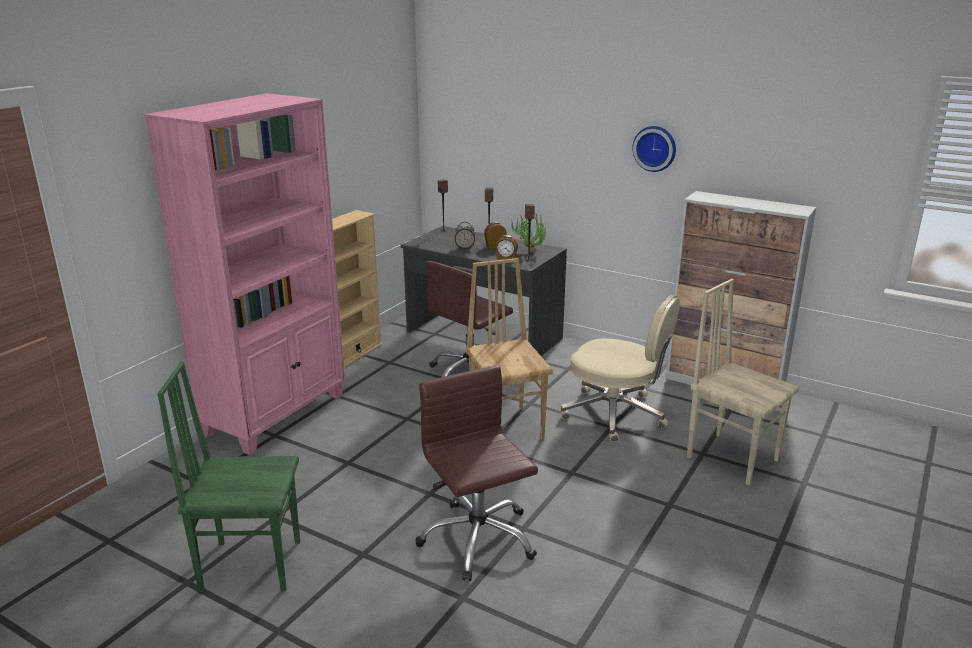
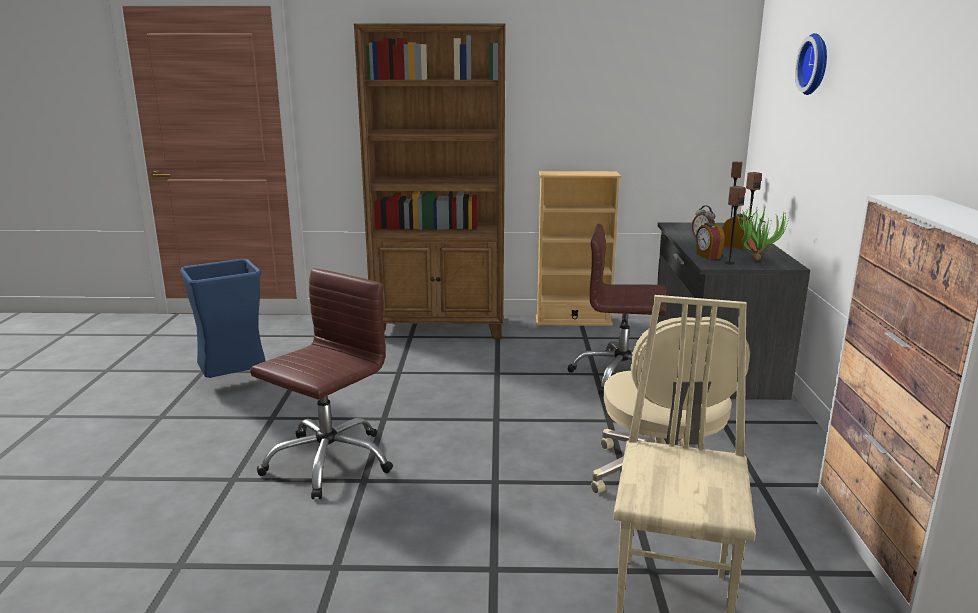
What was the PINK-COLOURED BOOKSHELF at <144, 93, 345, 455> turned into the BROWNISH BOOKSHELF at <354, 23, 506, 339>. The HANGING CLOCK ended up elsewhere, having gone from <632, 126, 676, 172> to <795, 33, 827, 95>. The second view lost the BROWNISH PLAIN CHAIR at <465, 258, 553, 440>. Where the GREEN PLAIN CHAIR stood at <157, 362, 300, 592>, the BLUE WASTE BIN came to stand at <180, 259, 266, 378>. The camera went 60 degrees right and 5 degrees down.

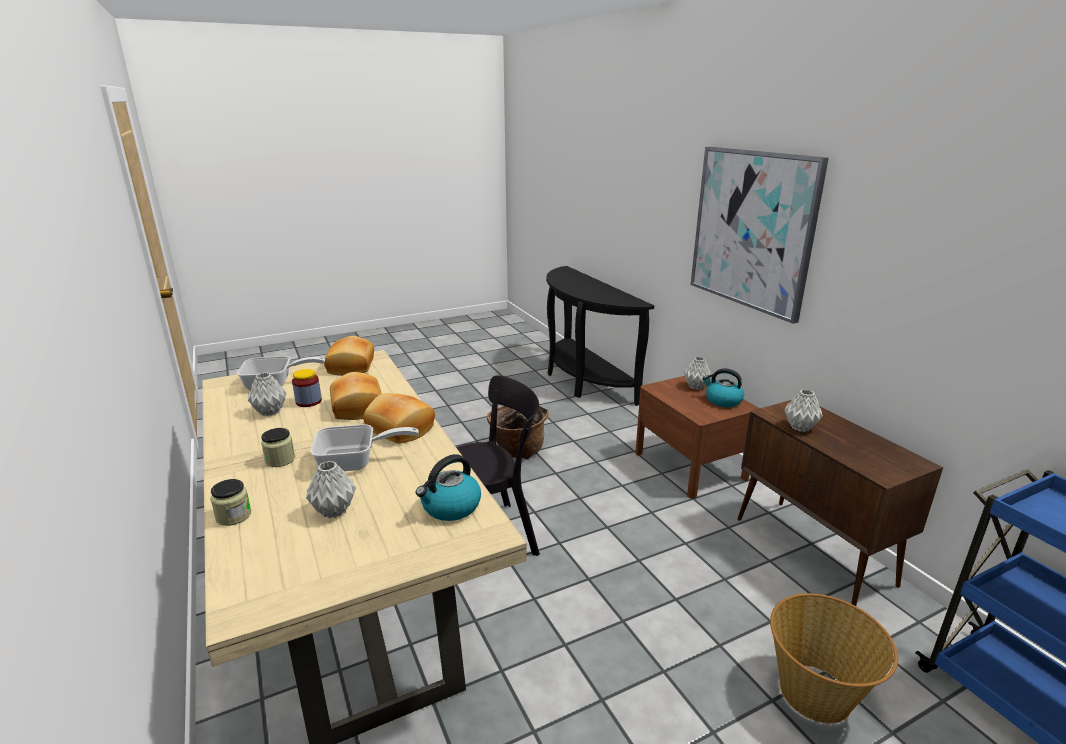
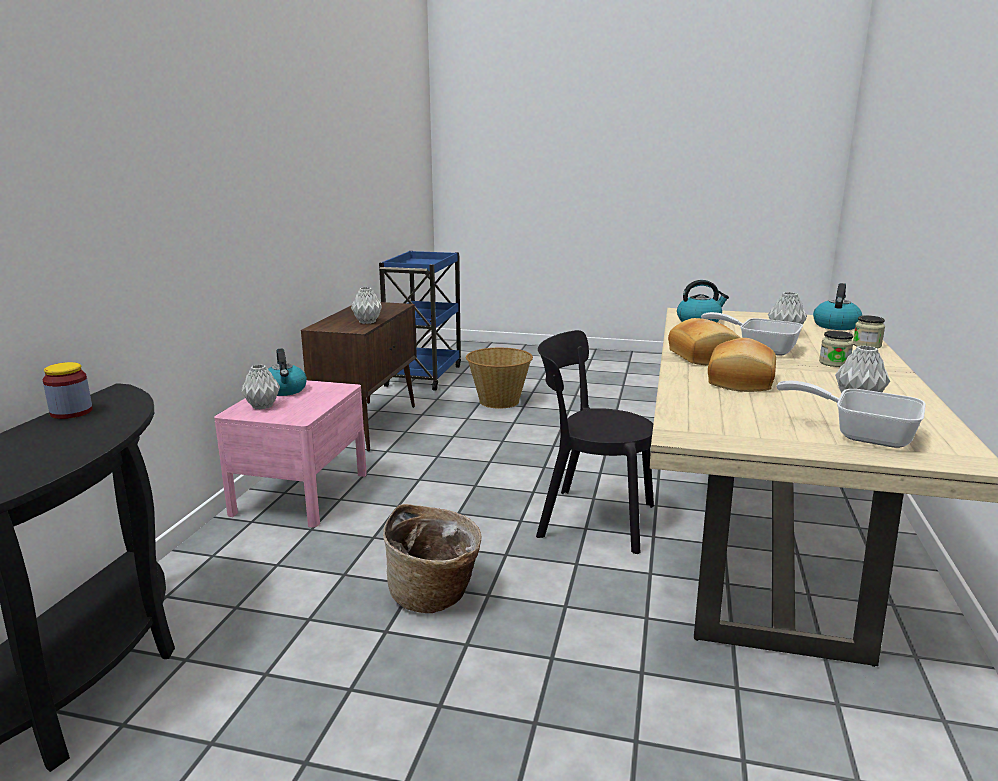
The second view lost the WALL PICTURE at <691, 147, 829, 324>. The second view lost the BAKED BREAD at <324, 336, 374, 376>. The STORAGE JAR ended up elsewhere, having gone from <292, 369, 322, 407> to <43, 362, 93, 419>. What was the BROWNISH NIGHT TABLE at <635, 376, 760, 499> turned into the PINK-COLOURED NIGHT TABLE at <214, 380, 367, 527>. The second view gained the WATER KETTLE at <813, 283, 863, 330>. The camera went 140 degrees left and 5 degrees down.

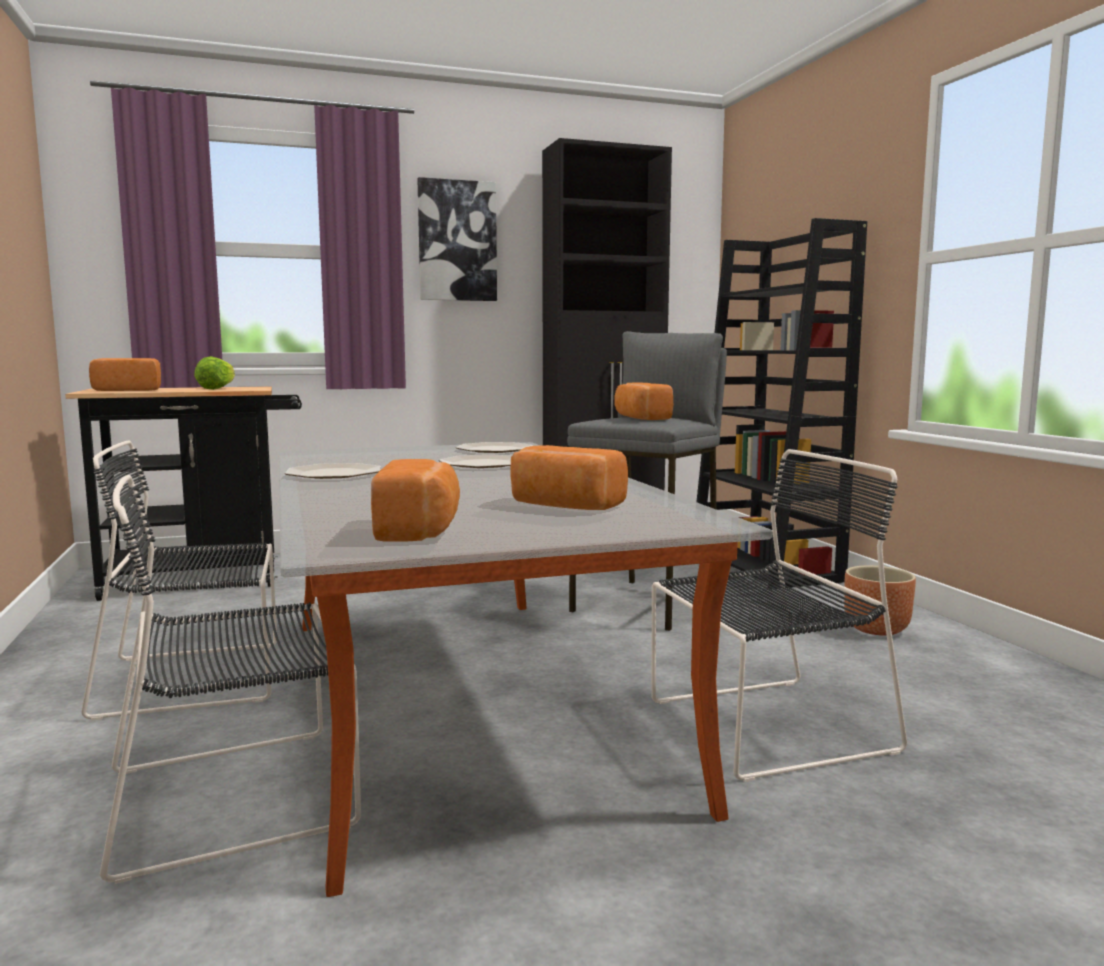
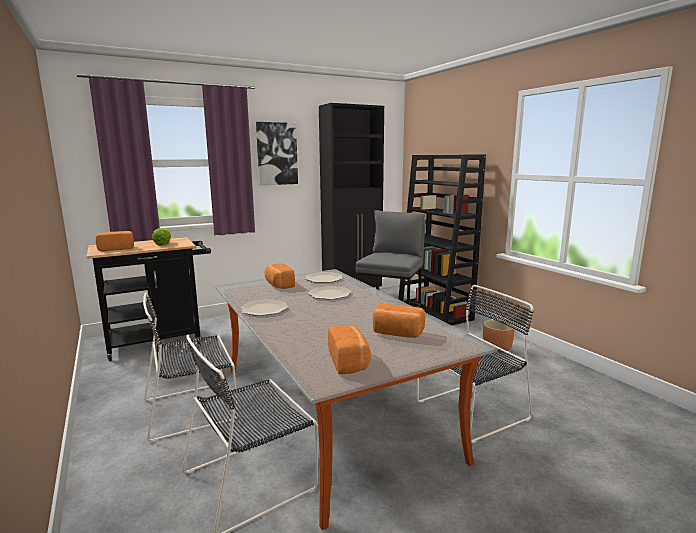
The BAKED BREAD ended up elsewhere, having gone from <615, 382, 673, 420> to <265, 263, 295, 289>. The camera went 10 degrees left and 5 degrees up.

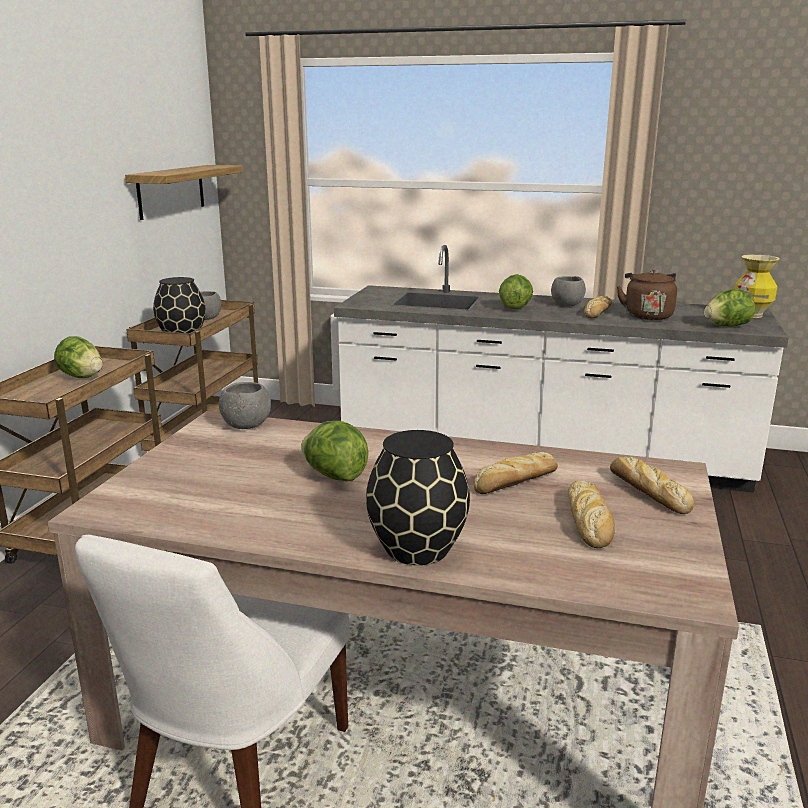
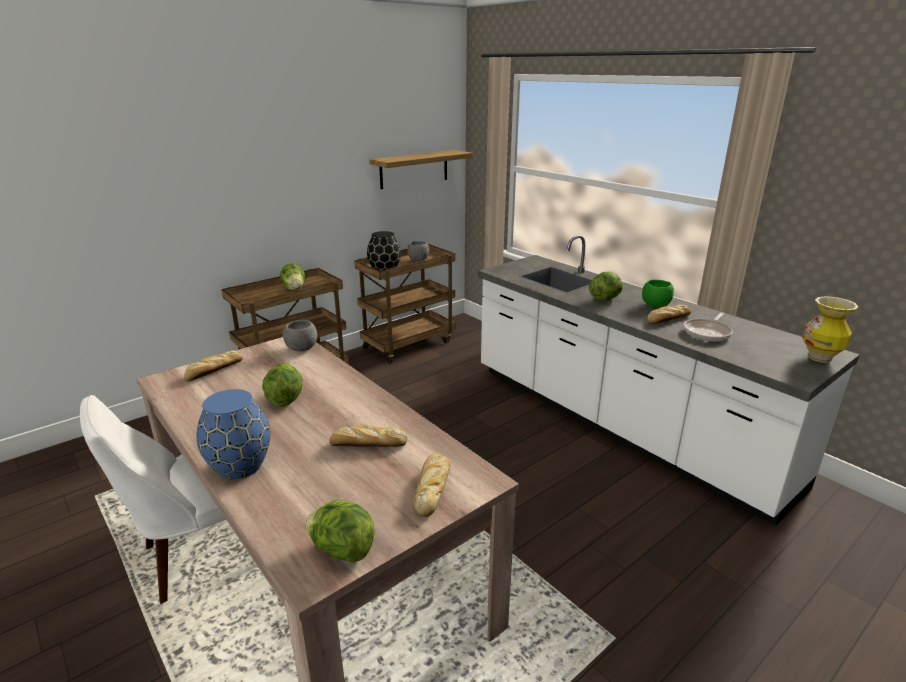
Where the BROWNISH WATER KETTLE stood at <617, 270, 677, 320>, the PAN came to stand at <684, 312, 733, 341>. What was the GREY DEEP DISH at <551, 276, 586, 307> turned into the GREEN DEEP DISH at <642, 280, 674, 308>. The LETTUCE HEAD ended up elsewhere, having gone from <704, 289, 755, 326> to <305, 500, 375, 563>. What was the BLACK VASE at <366, 430, 470, 565> turned into the BLUE VASE at <196, 389, 270, 480>. The BAKED BREAD ended up elsewhere, having gone from <568, 481, 615, 548> to <184, 350, 243, 382>. The camera went 35 degrees right and 5 degrees up.

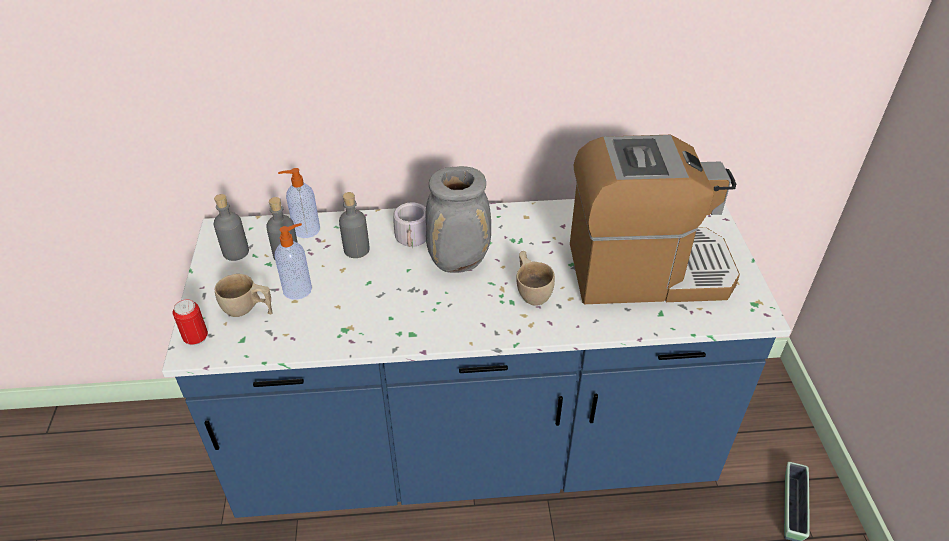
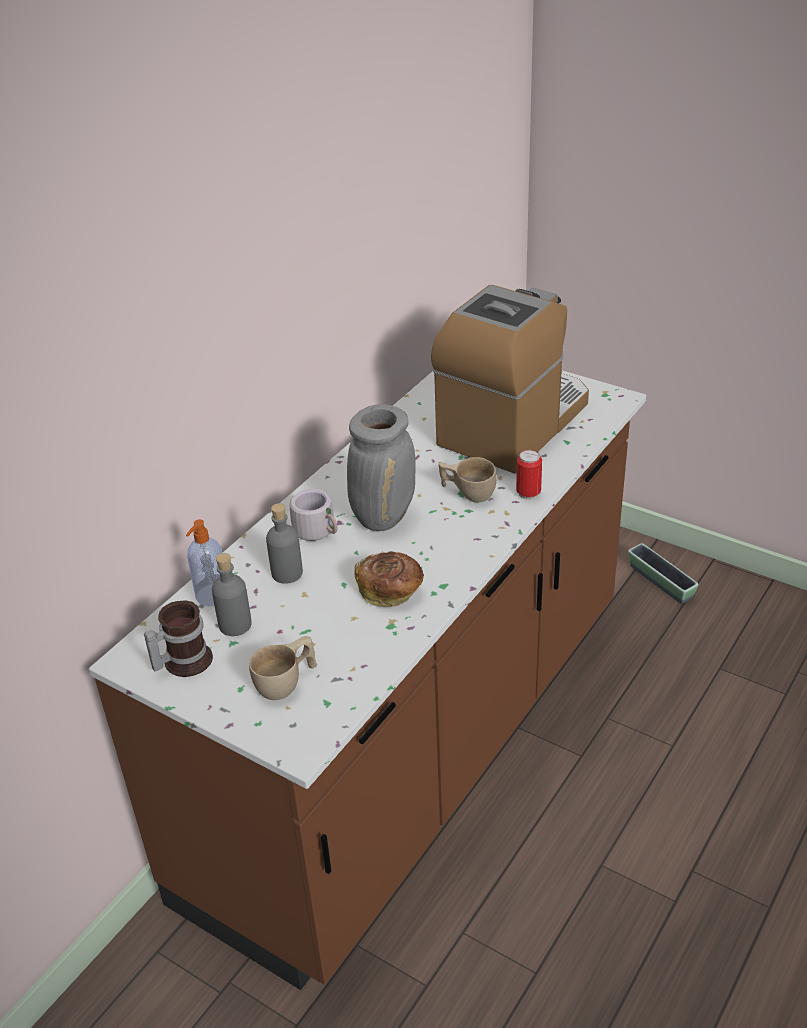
Where the GREY BEVERAGE BOTTLE stood at <214, 194, 249, 261>, the MUG came to stand at <144, 600, 213, 677>. What was the BLUE KITCHEN BASE UNIT at <162, 199, 791, 518> turned into the BROWNISH KITCHEN BASE UNIT at <89, 370, 646, 990>. The second view lost the SOAP BOTTLE at <275, 223, 312, 300>. The METAL CAN ended up elsewhere, having gone from <172, 299, 208, 346> to <516, 450, 542, 500>. The second view gained the BAKED BREAD at <354, 551, 424, 607>. The camera went 50 degrees left and 5 degrees down.

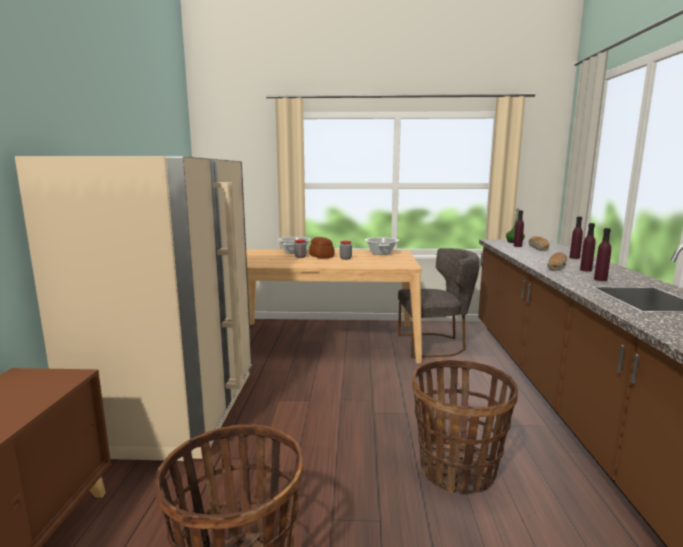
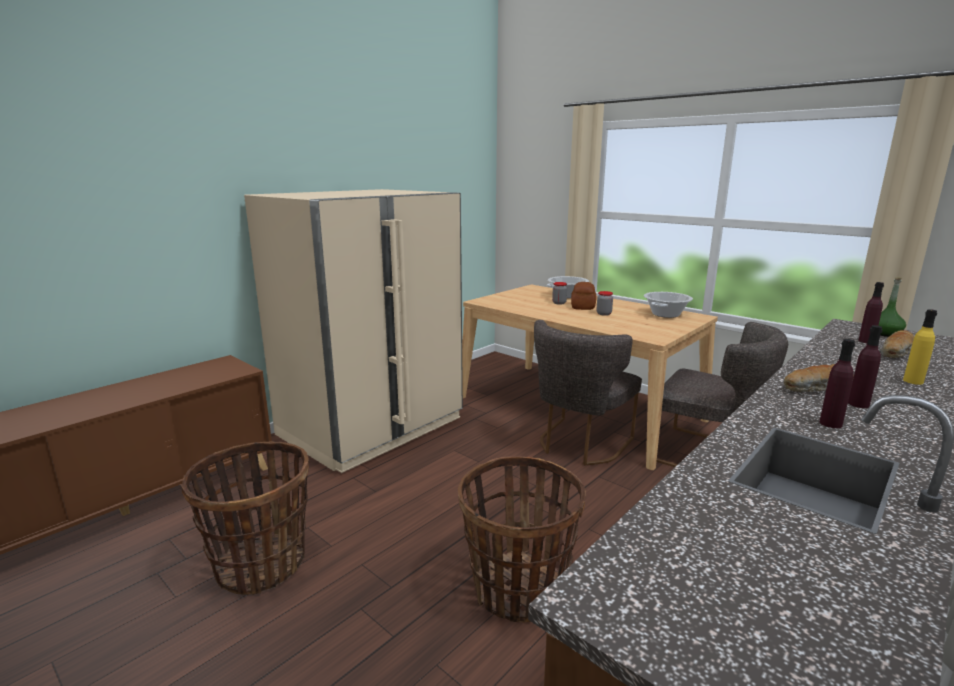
What was the PURPLE-COLOURED BEVERAGE BOTTLE at <569, 216, 583, 259> turned into the YELLOW-COLOURED BEVERAGE BOTTLE at <903, 309, 937, 385>. The second view gained the GREY PLAIN CHAIR at <534, 320, 642, 466>. The camera went 40 degrees right and 5 degrees up.

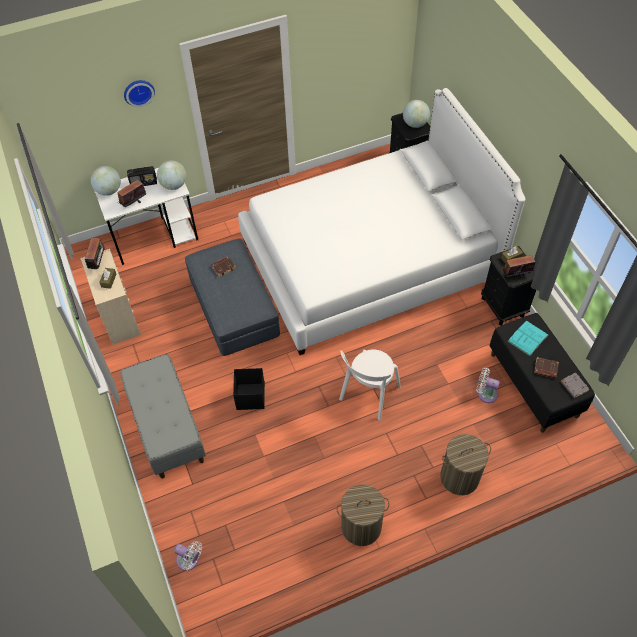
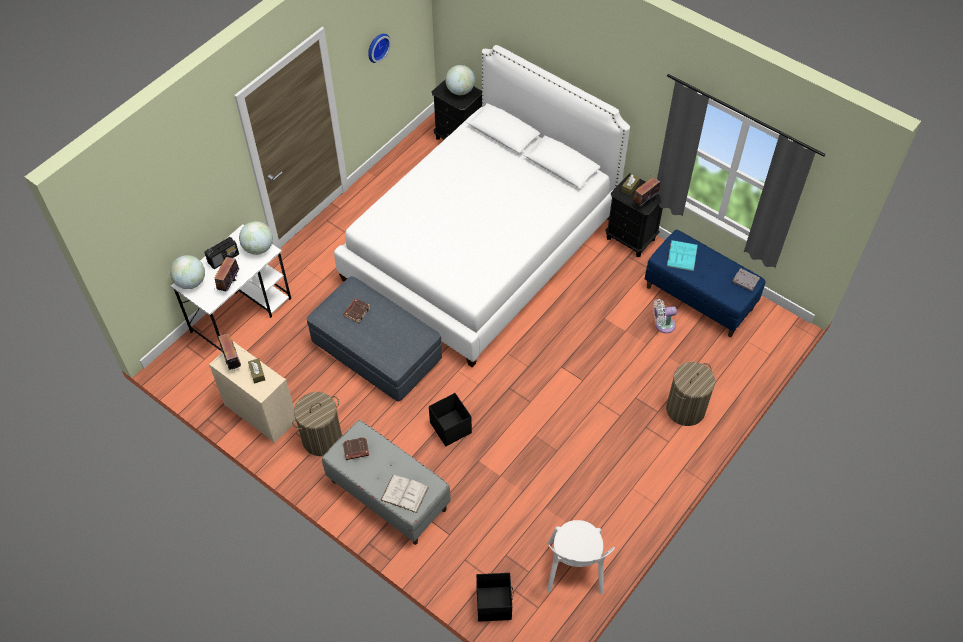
The HANGING CLOCK ended up elsewhere, having gone from <124, 80, 155, 107> to <368, 33, 391, 63>. What was the BLACK LONG SEAT at <490, 313, 595, 433> turned into the BLUE LONG SEAT at <645, 229, 765, 337>. The WHITE PLAIN CHAIR ended up elsewhere, having gone from <339, 349, 401, 421> to <547, 520, 615, 594>. The BROWNISH BOUND BOOK ended up elsewhere, having gone from <534, 357, 559, 378> to <343, 437, 369, 460>. The HAMPER ended up elsewhere, having gone from <336, 484, 390, 546> to <292, 392, 342, 456>. Where the WHITE COOLING FAN stood at <174, 541, 202, 571>, the BLACK STORAGE BOX came to stand at <476, 573, 513, 622>. The second view gained the WHITE BOUND BOOK at <380, 475, 429, 513>. The camera went 30 degrees left and 0 degrees up.

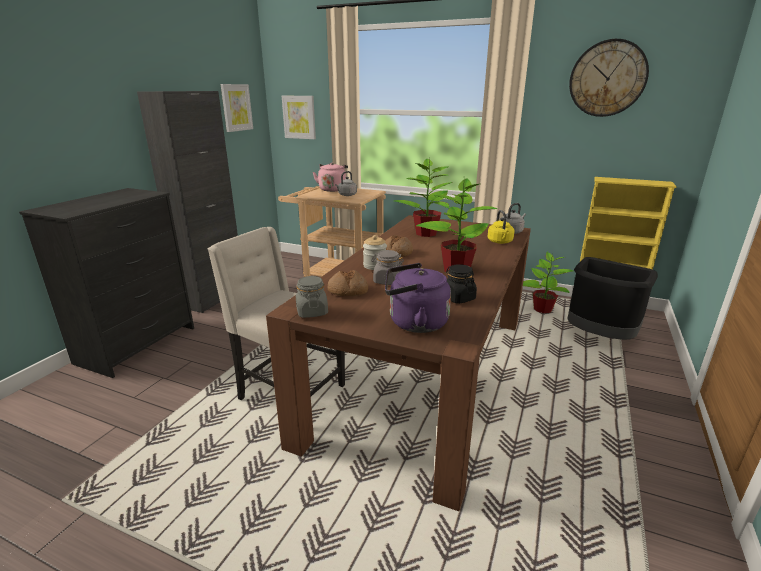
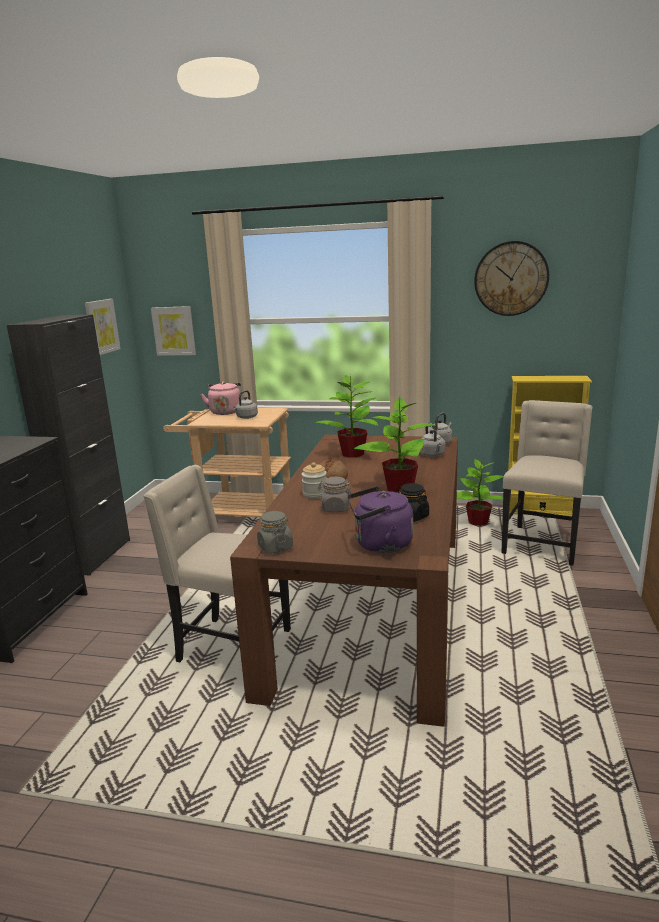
What was the YELLOW-COLOURED WATER KETTLE at <488, 210, 515, 244> turned into the GREY WATER KETTLE at <420, 422, 445, 457>. Where the BLACK WASTE BIN stood at <567, 257, 658, 340>, the BEIGE-COLOURED PLAIN CHAIR came to stand at <501, 400, 592, 566>. The second view lost the BAKED BREAD at <327, 270, 368, 296>. The camera went 10 degrees left and 5 degrees down.

